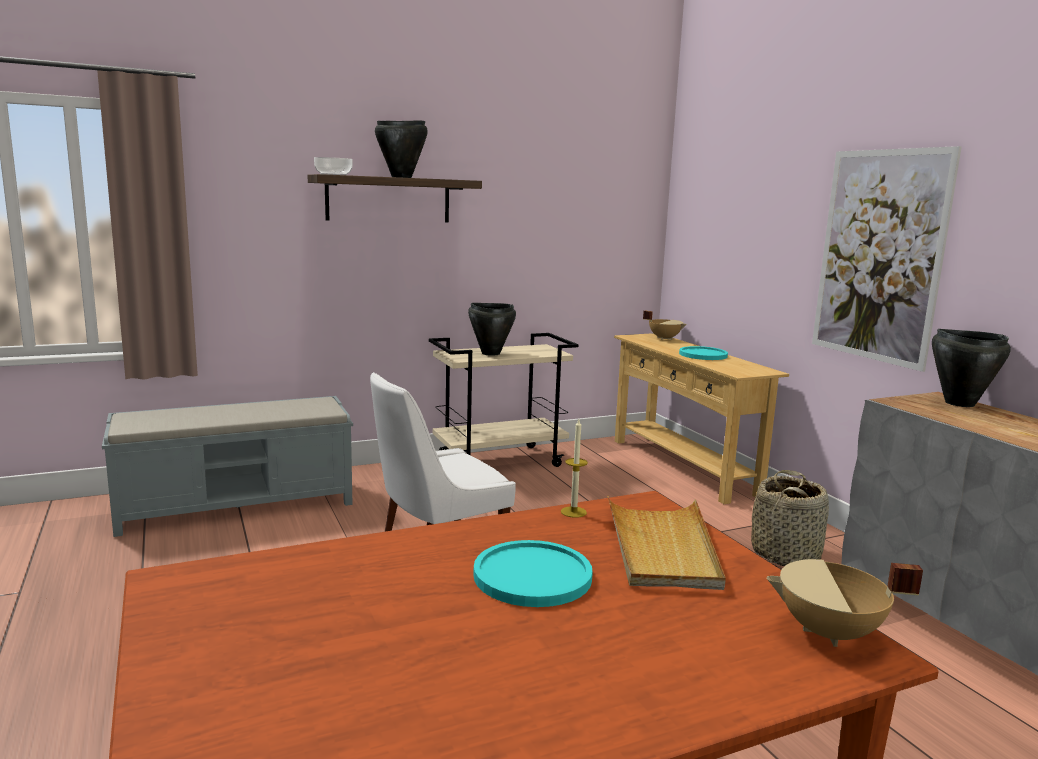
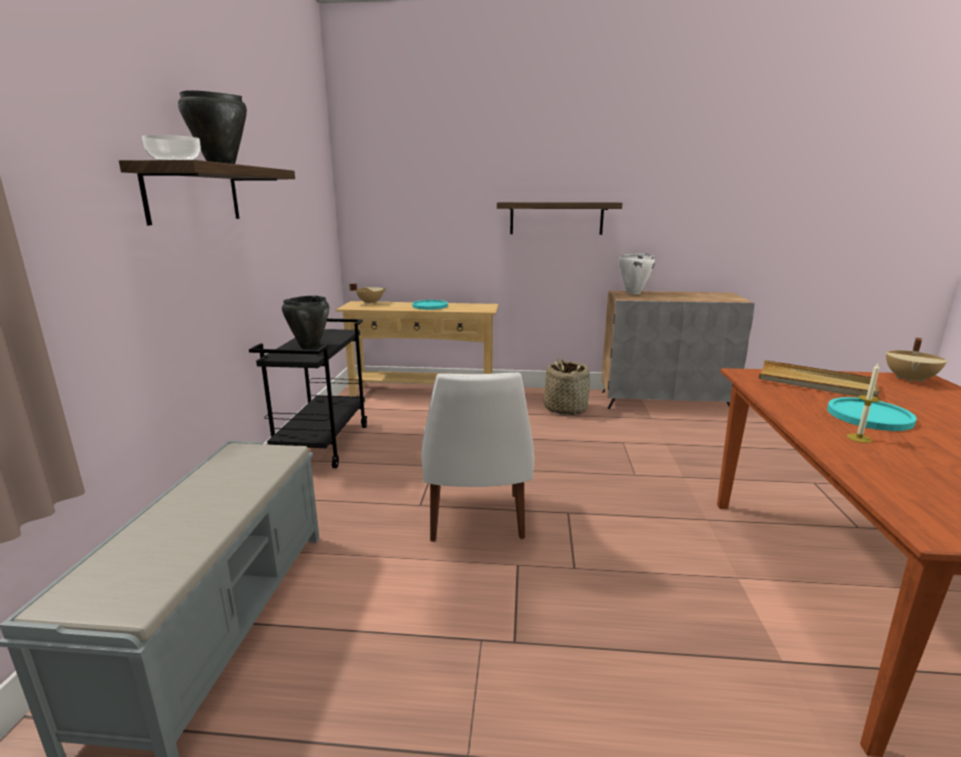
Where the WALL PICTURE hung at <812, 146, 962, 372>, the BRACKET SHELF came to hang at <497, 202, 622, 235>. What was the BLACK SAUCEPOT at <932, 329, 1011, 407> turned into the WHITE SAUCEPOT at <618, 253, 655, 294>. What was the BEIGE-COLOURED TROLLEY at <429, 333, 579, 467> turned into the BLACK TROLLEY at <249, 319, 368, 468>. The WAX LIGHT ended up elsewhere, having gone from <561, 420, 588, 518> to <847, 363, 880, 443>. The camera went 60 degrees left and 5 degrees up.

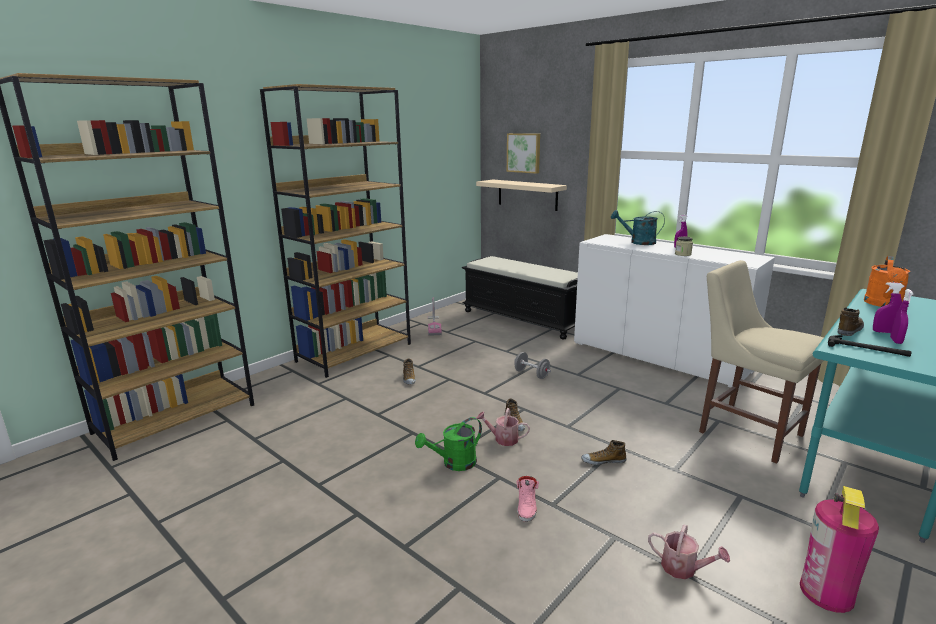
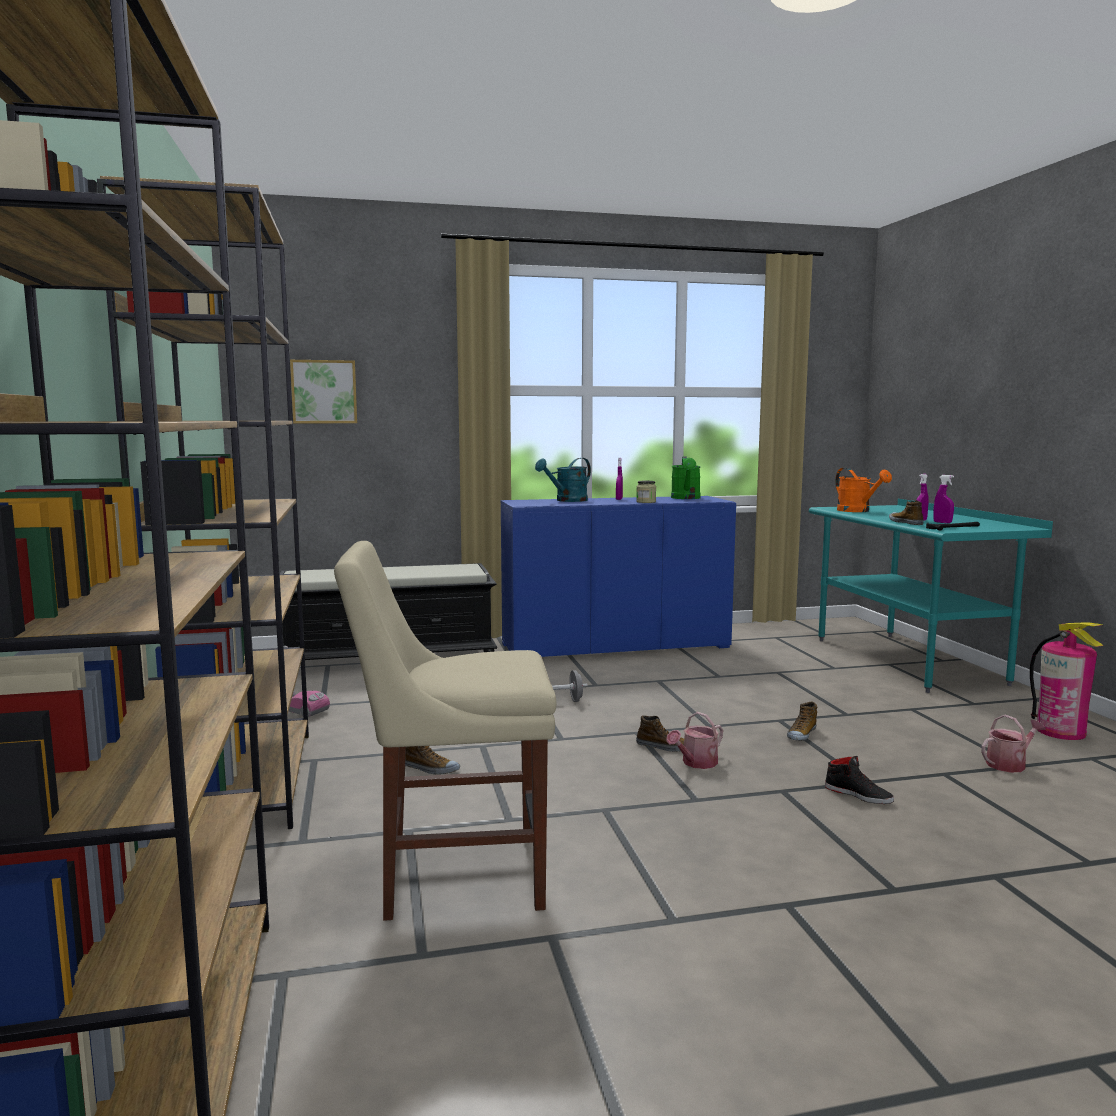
The second view lost the BEIGE-COLOURED BRACKET SHELF at <476, 179, 567, 211>. What was the WHITE CABINET at <574, 234, 775, 387> turned into the BLUE CABINET at <501, 496, 736, 657>. The BEIGE-COLOURED PLAIN CHAIR ended up elsewhere, having gone from <699, 260, 824, 464> to <334, 541, 557, 921>. The GREEN WATERING POT ended up elsewhere, having gone from <415, 417, 482, 471> to <671, 456, 700, 499>. What was the PINK-COLOURED SHOE at <516, 476, 539, 522> turned into the BLACK SHOE at <825, 756, 894, 804>. The camera went 55 degrees left and 10 degrees down.

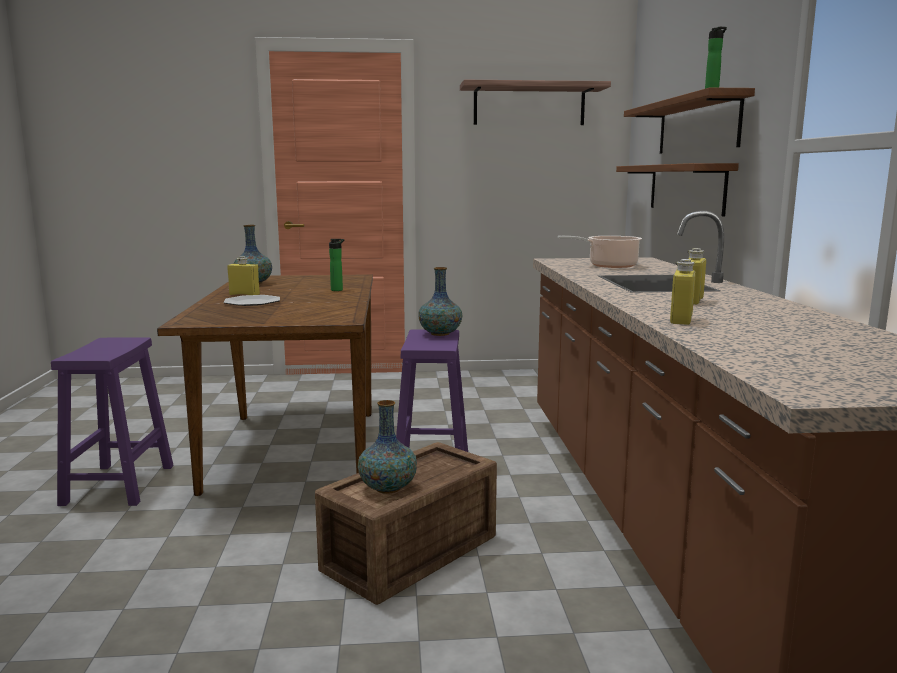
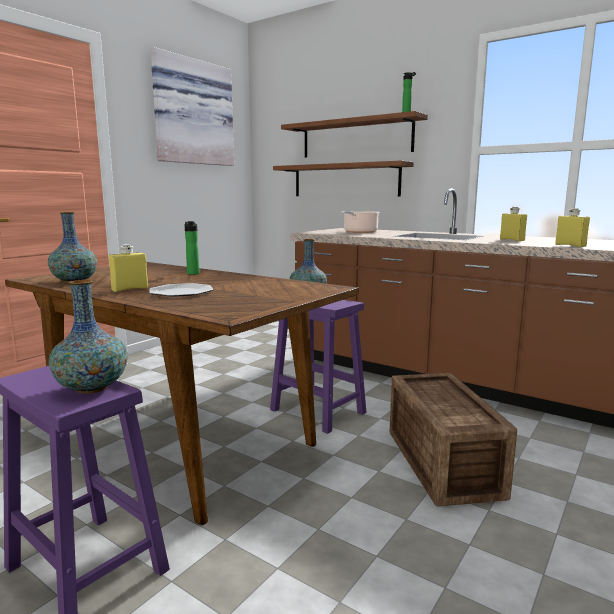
Where the BRACKET SHELF hung at <460, 80, 611, 125>, the WALL PICTURE came to hang at <150, 47, 234, 166>. The VASE ended up elsewhere, having gone from <357, 400, 417, 494> to <49, 280, 128, 394>. The camera went 50 degrees left and 0 degrees up.

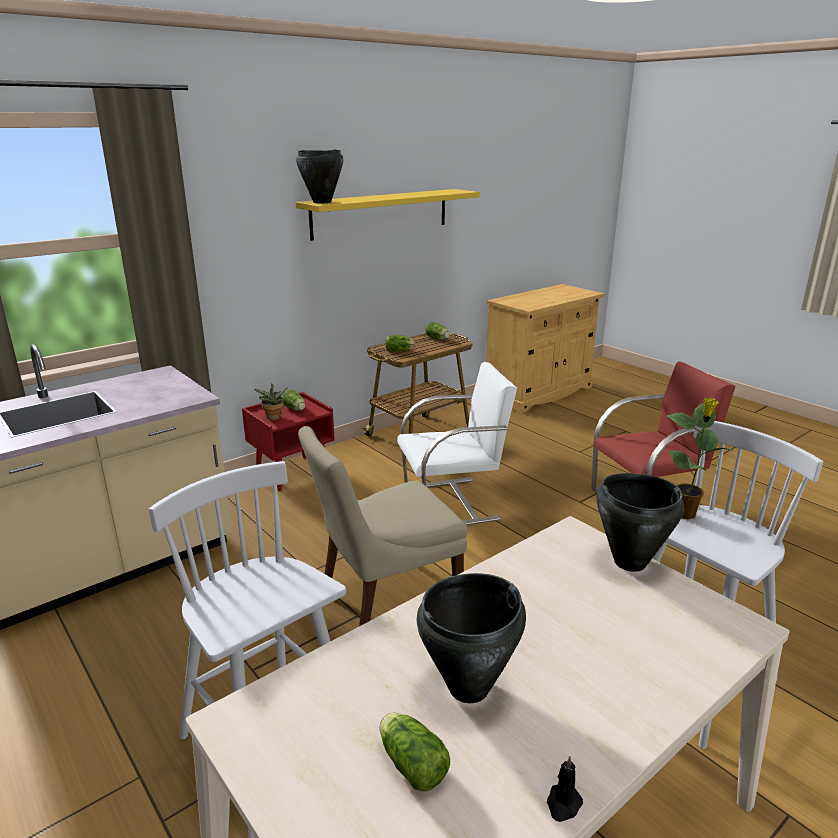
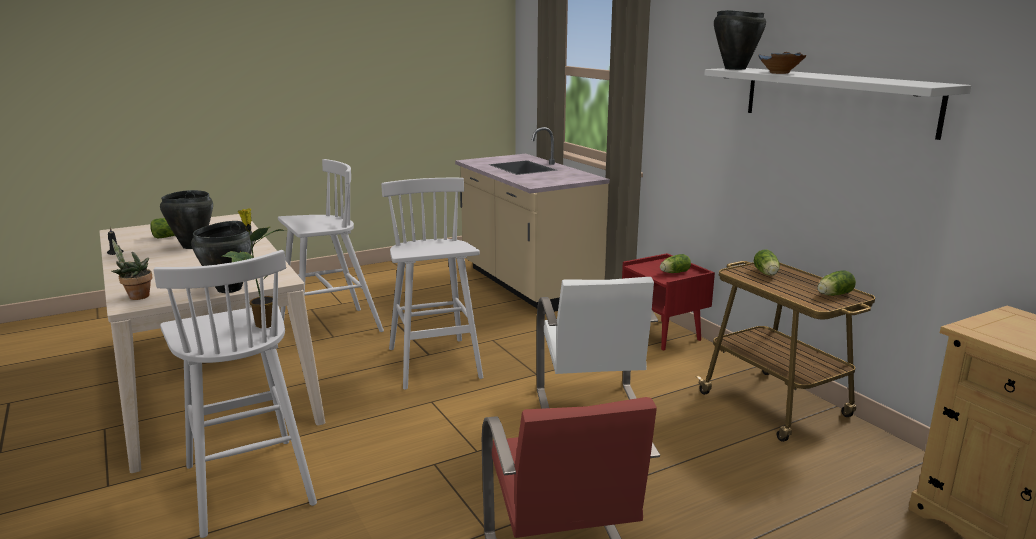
What was the YELLOW-COLOURED BRACKET SHELF at <295, 189, 480, 241> turned into the WHITE BRACKET SHELF at <704, 68, 971, 140>. The PLANT IN A POT ended up elsewhere, having gone from <254, 383, 287, 420> to <112, 239, 152, 300>. Where the BEIGE-COLOURED PLAIN CHAIR stood at <298, 426, 467, 626>, the WHITE STOOL SEAT came to stand at <381, 178, 483, 390>. The second view gained the BLUE DEEP DISH at <758, 52, 806, 74>. The camera went 100 degrees right and 5 degrees down.

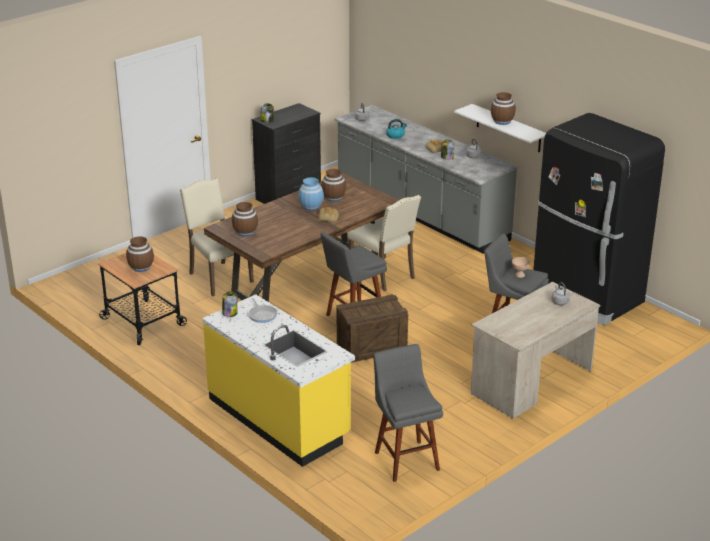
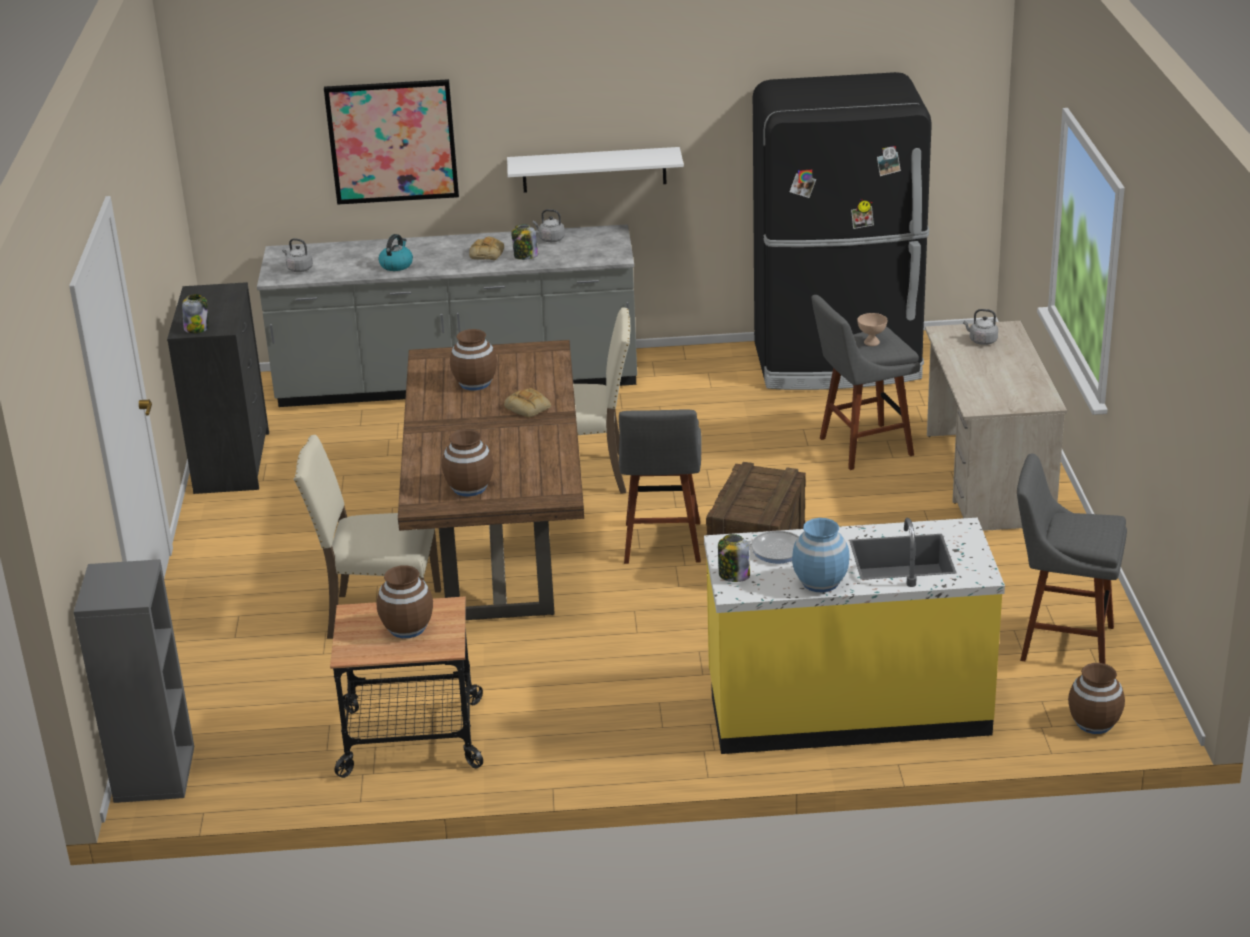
The BROWNISH VASE ended up elsewhere, having gone from <491, 92, 516, 125> to <1068, 663, 1125, 734>. The BLUE VASE ended up elsewhere, having gone from <298, 177, 324, 211> to <792, 518, 849, 592>. The second view gained the WALL PICTURE at <324, 79, 459, 205>. The second view gained the GREY BOOKSHELF at <74, 559, 194, 803>. The camera went 50 degrees left and 0 degrees up.

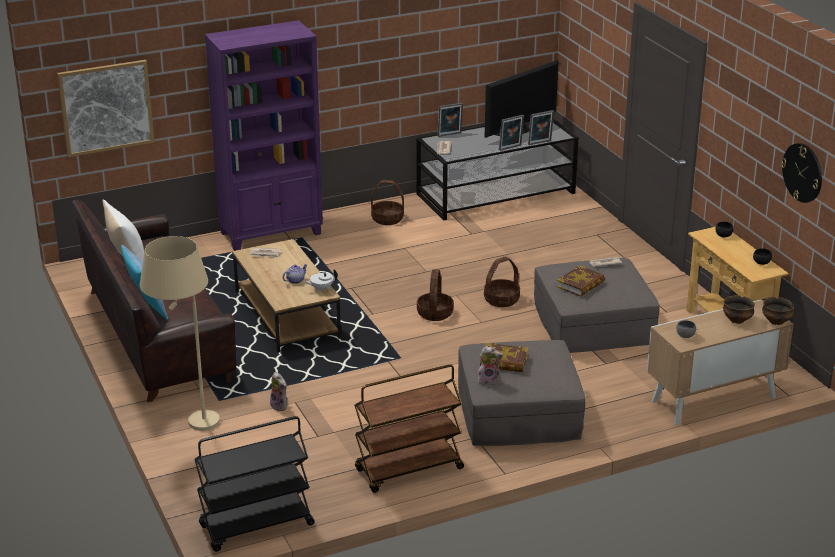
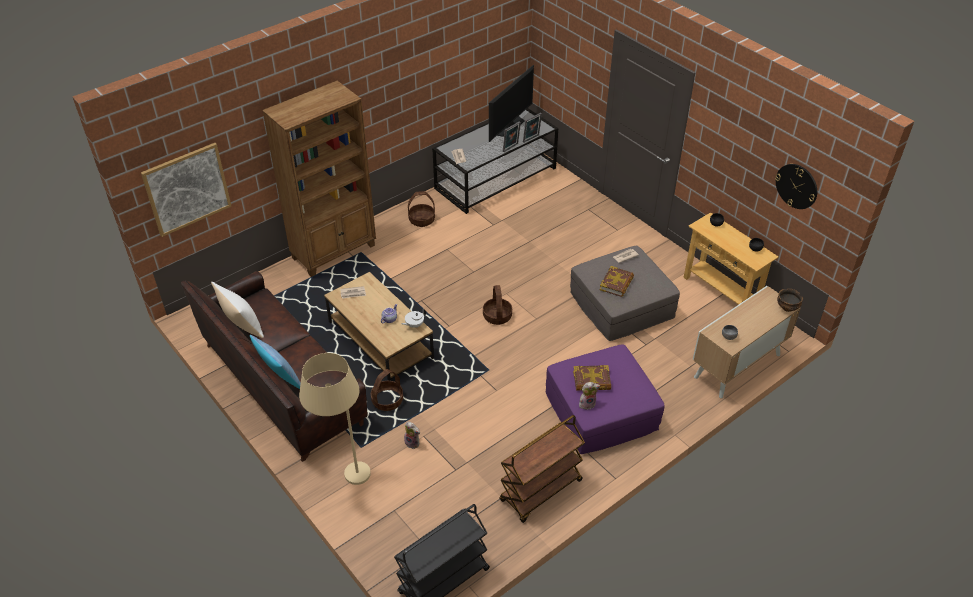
What was the PURPLE-COLOURED BOOKSHELF at <205, 20, 323, 251> turned into the BROWNISH BOOKSHELF at <262, 80, 376, 277>. The second view lost the PICTURE FRAME at <437, 103, 463, 137>. The HOUSEHOLD BASKET ended up elsewhere, having gone from <484, 257, 520, 307> to <371, 369, 403, 411>. The second view lost the DEEP DISH at <723, 295, 755, 324>. What was the GREY FOOTREST at <458, 340, 586, 446> turned into the PURPLE-COLOURED FOOTREST at <546, 344, 665, 454>. The camera went 15 degrees left and 15 degrees up.

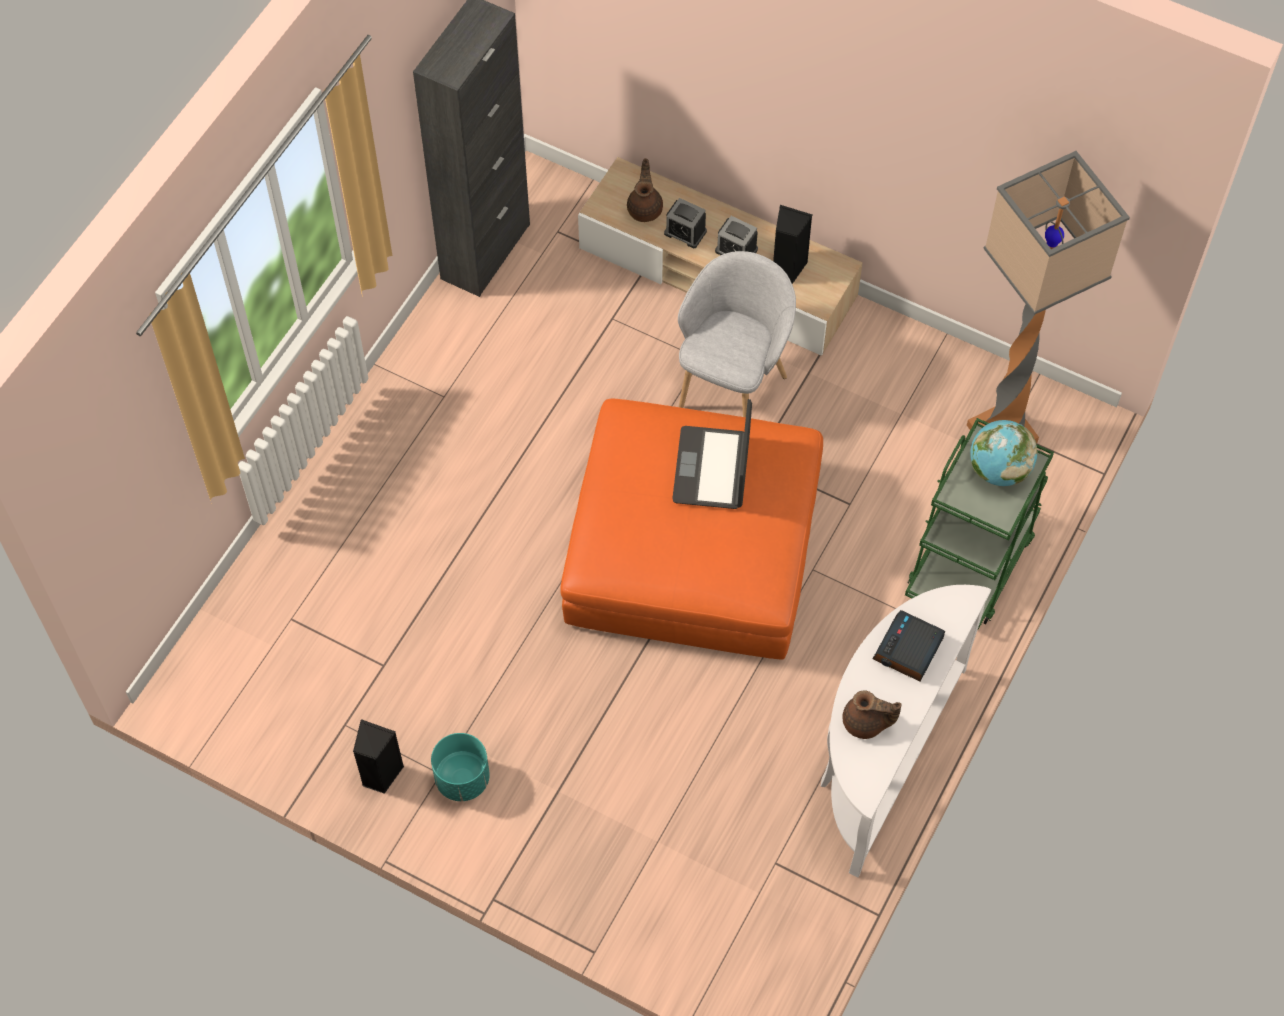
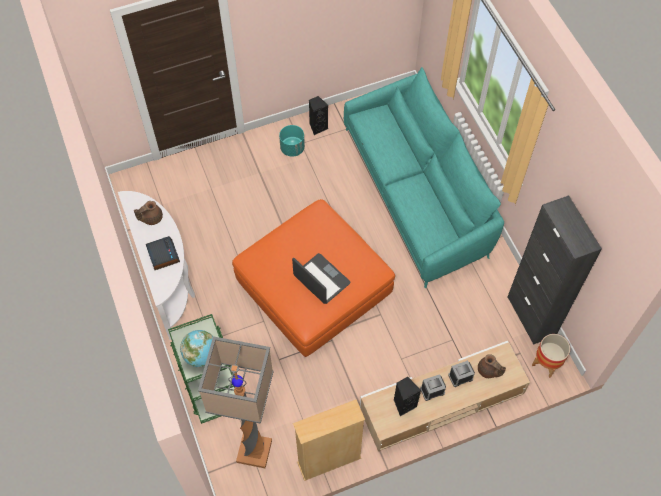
The second view lost the GREY LOUNGE CHAIR at <678, 251, 796, 417>. The second view gained the TURQUOISE COUCH at <344, 67, 504, 288>. The second view gained the FLOWER POT at <532, 334, 570, 378>. The second view gained the BEIGE-COLOURED BOOKSHELF at <293, 399, 365, 481>. The camera went 130 degrees right and 0 degrees up.

